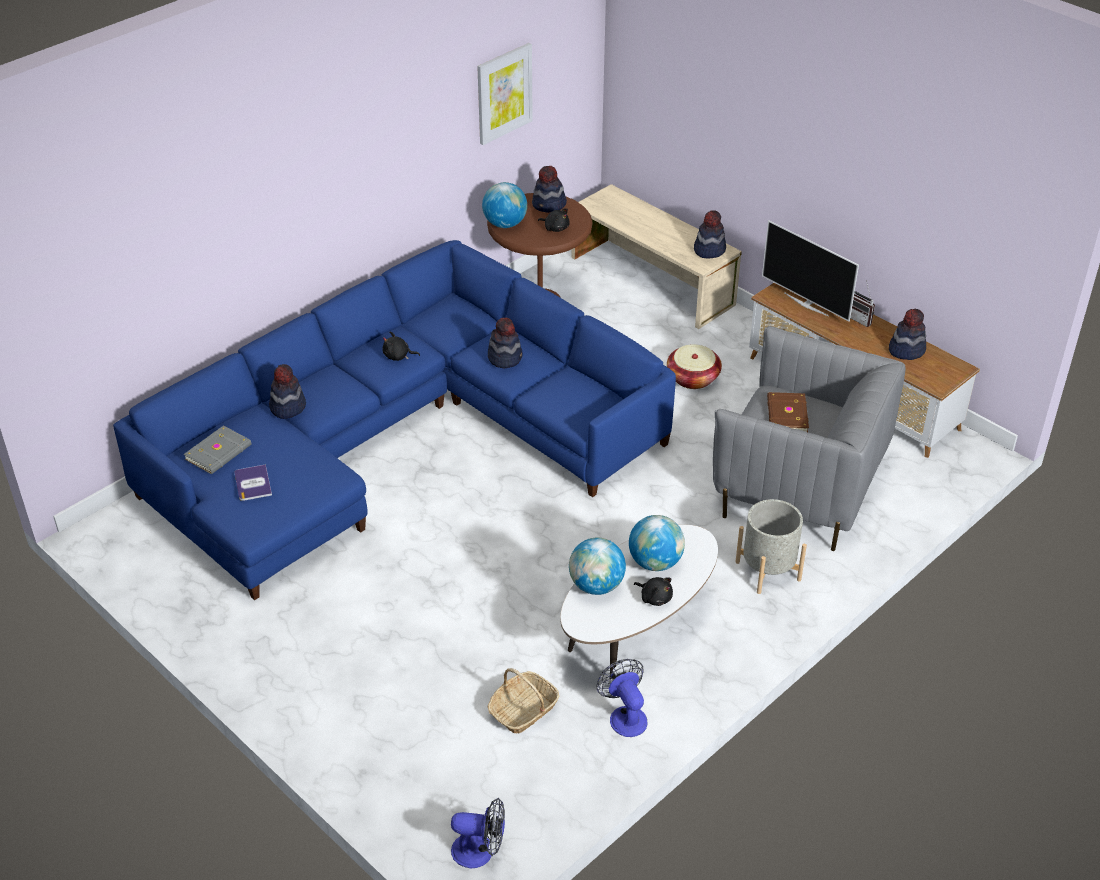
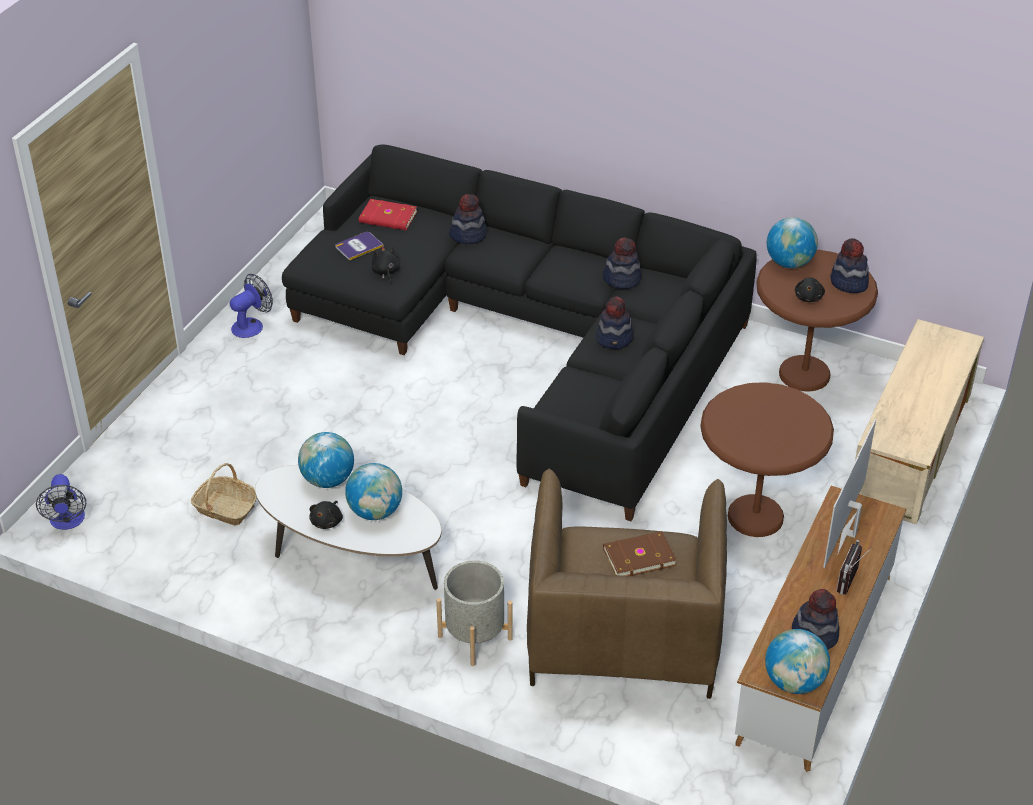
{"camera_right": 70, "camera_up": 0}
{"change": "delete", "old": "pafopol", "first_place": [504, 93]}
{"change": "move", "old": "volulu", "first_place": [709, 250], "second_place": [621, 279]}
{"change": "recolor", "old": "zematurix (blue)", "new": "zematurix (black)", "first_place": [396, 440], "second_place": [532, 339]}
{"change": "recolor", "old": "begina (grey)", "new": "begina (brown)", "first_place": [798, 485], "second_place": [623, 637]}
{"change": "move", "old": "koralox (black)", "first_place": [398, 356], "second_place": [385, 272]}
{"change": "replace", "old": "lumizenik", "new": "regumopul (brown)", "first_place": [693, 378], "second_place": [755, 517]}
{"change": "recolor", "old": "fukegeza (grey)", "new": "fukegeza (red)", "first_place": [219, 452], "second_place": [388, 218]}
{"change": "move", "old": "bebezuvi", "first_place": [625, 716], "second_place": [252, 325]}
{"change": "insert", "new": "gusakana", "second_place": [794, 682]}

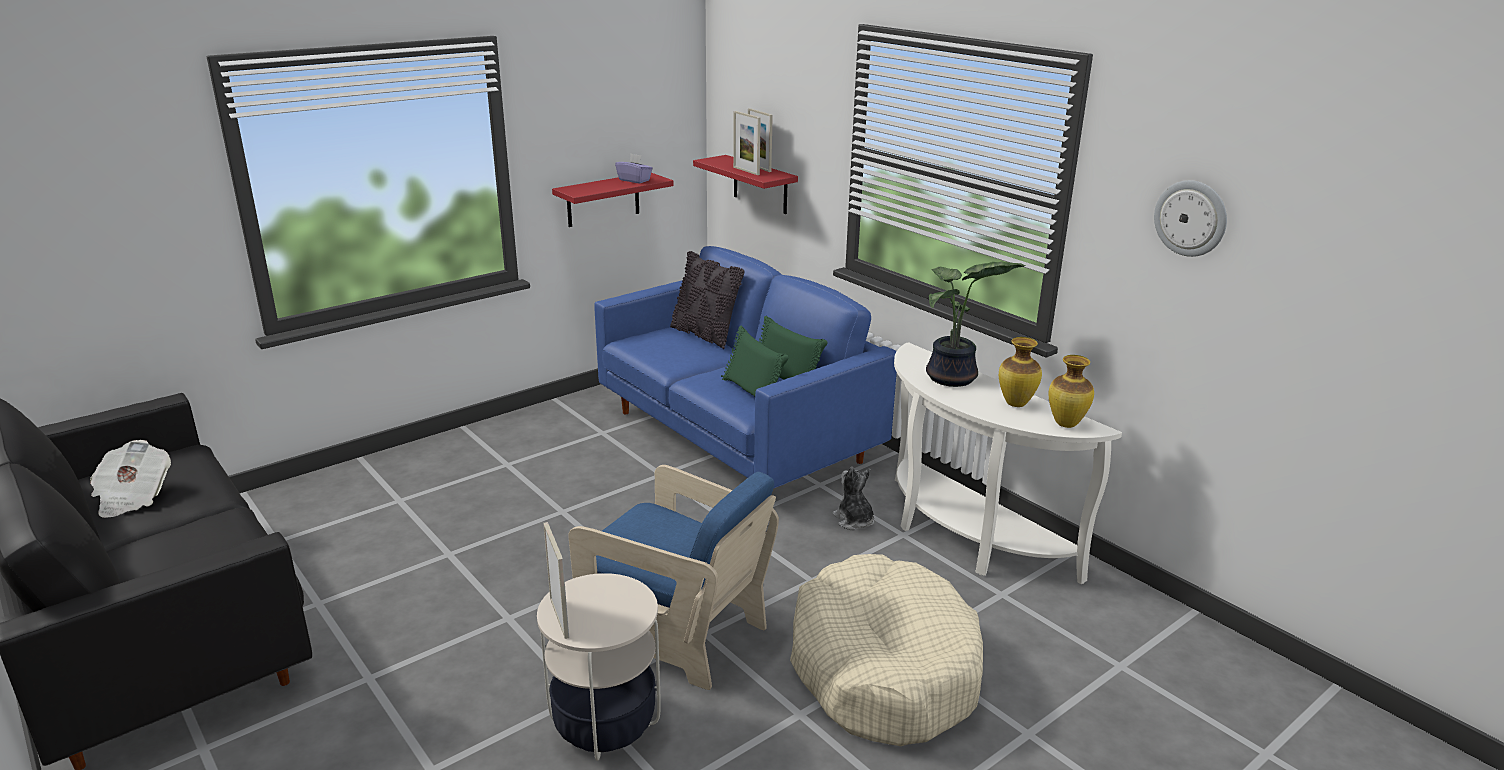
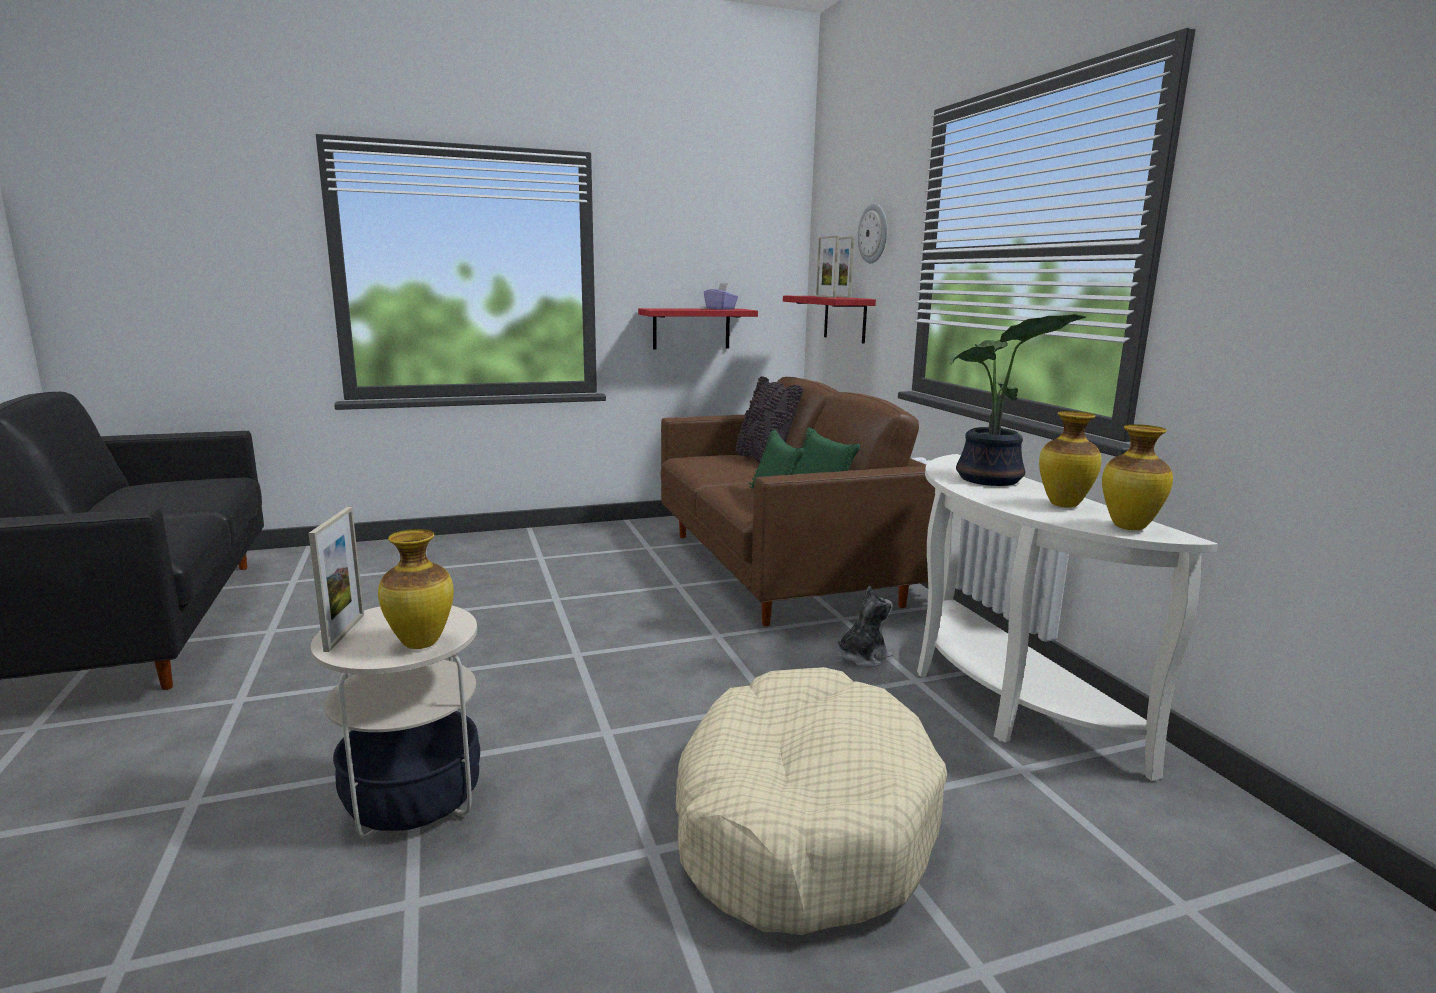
{"camera_right": 20, "camera_up": -10}
{"change": "move", "old": "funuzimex", "first_place": [1191, 218], "second_place": [874, 233]}
{"change": "recolor", "old": "zematurix (blue)", "new": "zematurix (brown)", "first_place": [735, 437], "second_place": [777, 568]}
{"change": "delete", "old": "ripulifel", "first_place": [133, 497]}
{"change": "delete", "old": "begina (blue)", "first_place": [675, 632]}
{"change": "rotate", "old": "koralox", "first_place": [854, 521], "second_place": [862, 657], "degrees": 60}
{"change": "insert", "new": "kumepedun", "second_place": [421, 644]}

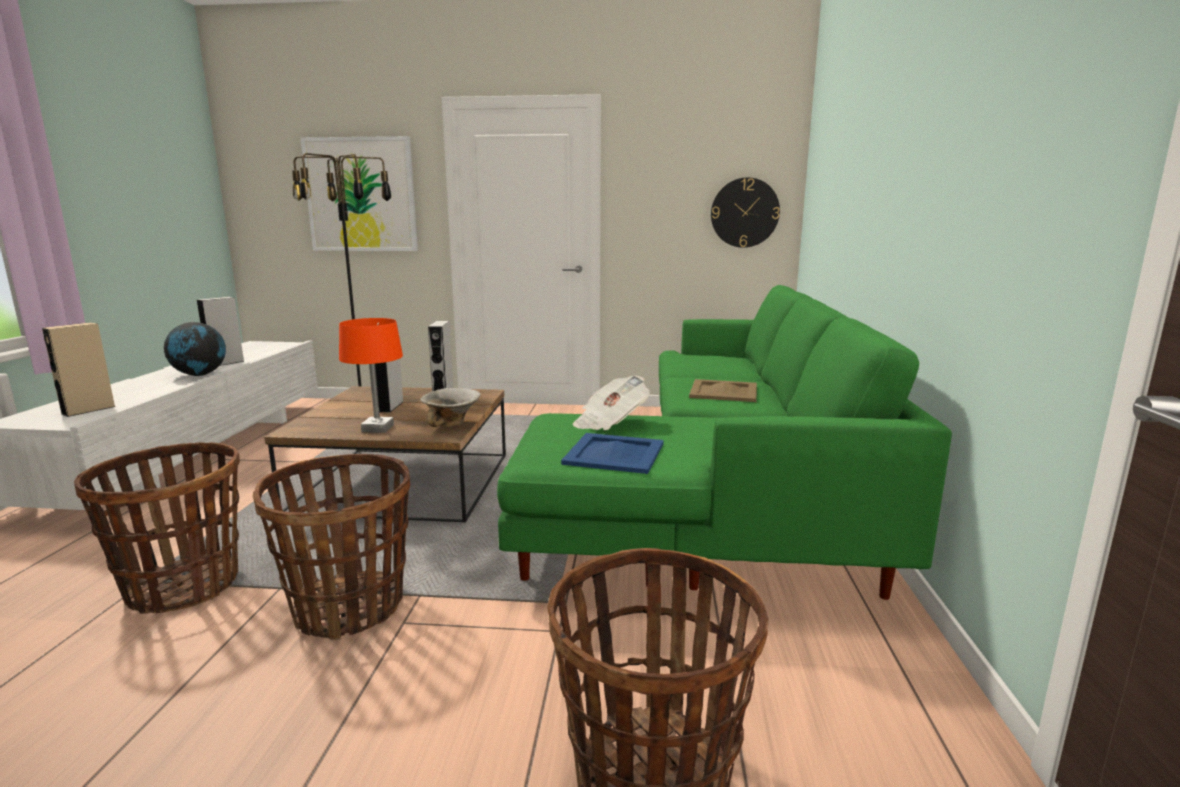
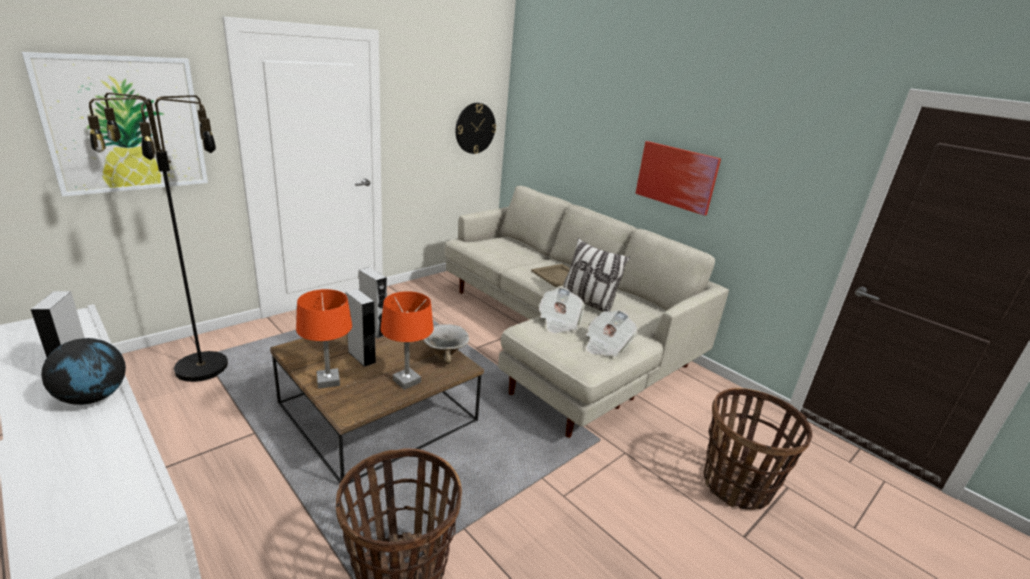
{"camera_right": -50, "camera_up": 10}
{"change": "recolor", "old": "zematurix (green)", "new": "zematurix (beige)", "first_place": [723, 497], "second_place": [562, 338]}
{"change": "delete", "old": "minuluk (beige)", "first_place": [88, 410]}
{"change": "replace", "old": "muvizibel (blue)", "new": "ripulifel", "first_place": [613, 454], "second_place": [606, 345]}
{"change": "delete", "old": "lumizenik", "first_place": [349, 607]}
{"change": "insert", "new": "pafopol", "second_place": [676, 177]}
{"change": "insert", "new": "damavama", "second_place": [587, 303]}
{"change": "insert", "new": "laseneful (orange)", "second_place": [328, 381]}

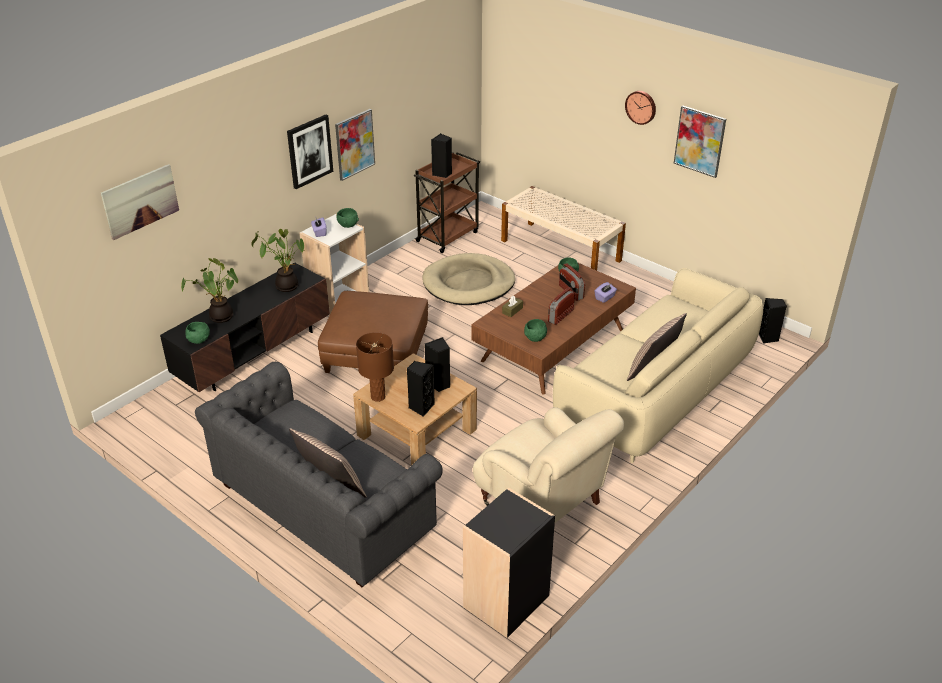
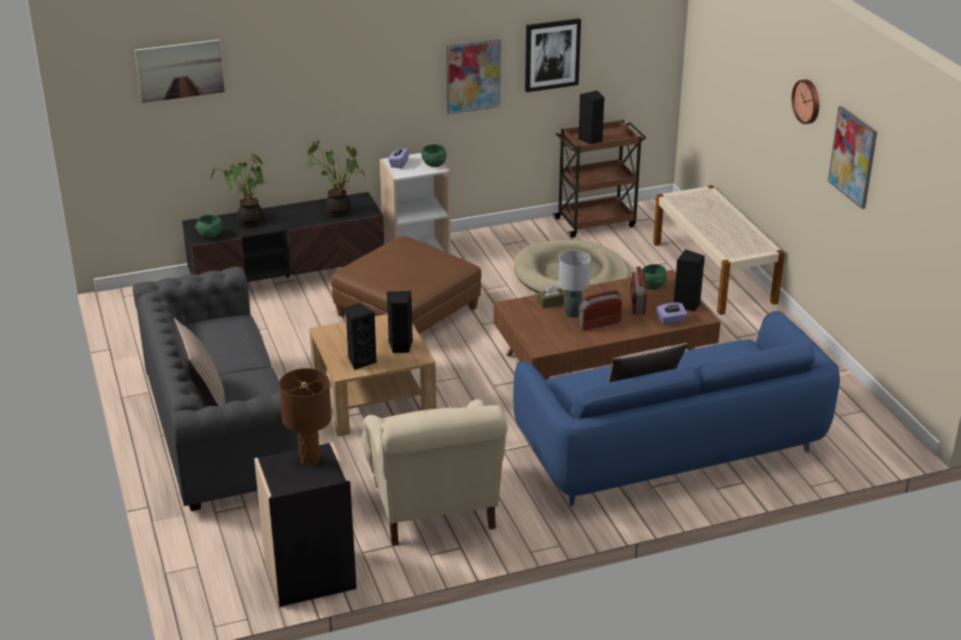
{"camera_right": 30, "camera_up": -5}
{"change": "move", "old": "pafopol", "first_place": [309, 151], "second_place": [552, 54]}
{"change": "recolor", "old": "zematurix (beige)", "new": "zematurix (blue)", "first_place": [655, 394], "second_place": [670, 450]}
{"change": "move", "old": "minuluk (black)", "first_place": [768, 338], "second_place": [687, 305]}
{"change": "delete", "old": "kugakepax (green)", "first_place": [535, 338]}
{"change": "move", "old": "laseneful (brown)", "first_place": [378, 397], "second_place": [310, 460]}
{"change": "insert", "new": "laseneful (grey)", "second_place": [573, 313]}

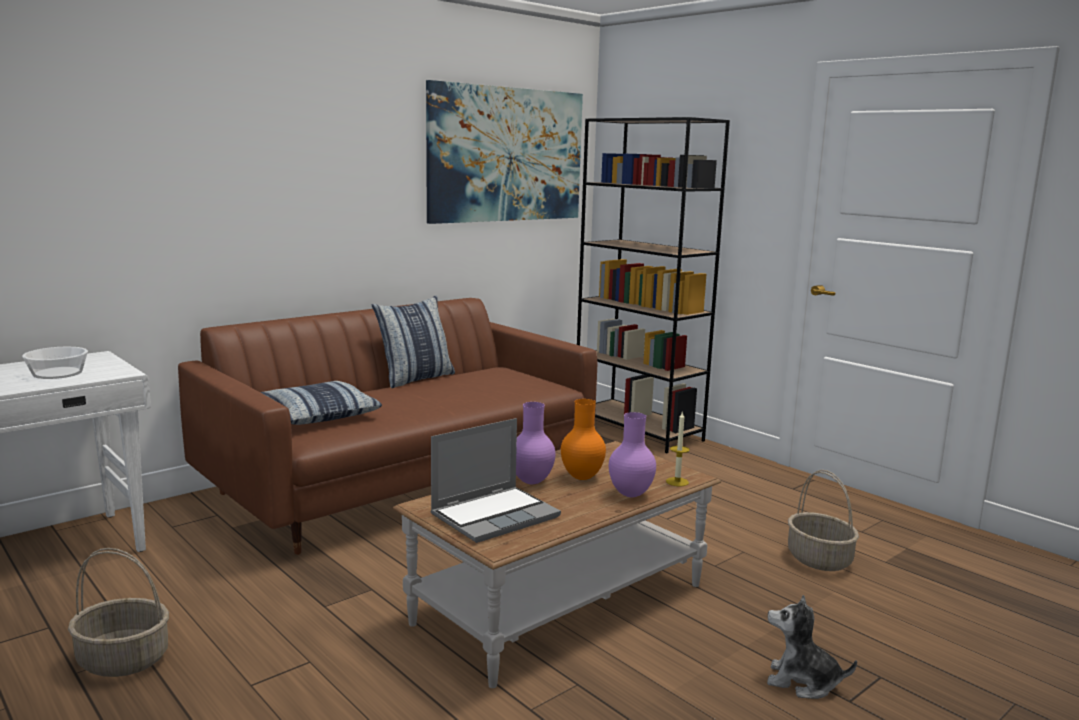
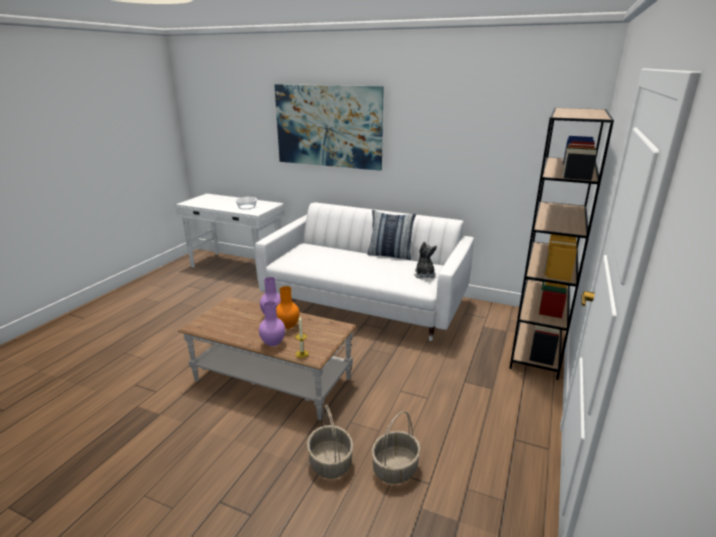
{"camera_right": 65, "camera_up": 10}
{"change": "move", "old": "pafopol", "first_place": [507, 155], "second_place": [328, 126]}
{"change": "recolor", "old": "zematurix (brown)", "new": "zematurix (white)", "first_place": [403, 482], "second_place": [365, 303]}
{"change": "delete", "old": "damavama", "first_place": [317, 414]}
{"change": "delete", "old": "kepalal", "first_place": [495, 515]}
{"change": "move", "old": "lumizenik", "first_place": [124, 659], "second_place": [331, 463]}
{"change": "move", "old": "koralox", "first_place": [802, 682], "second_place": [424, 275]}

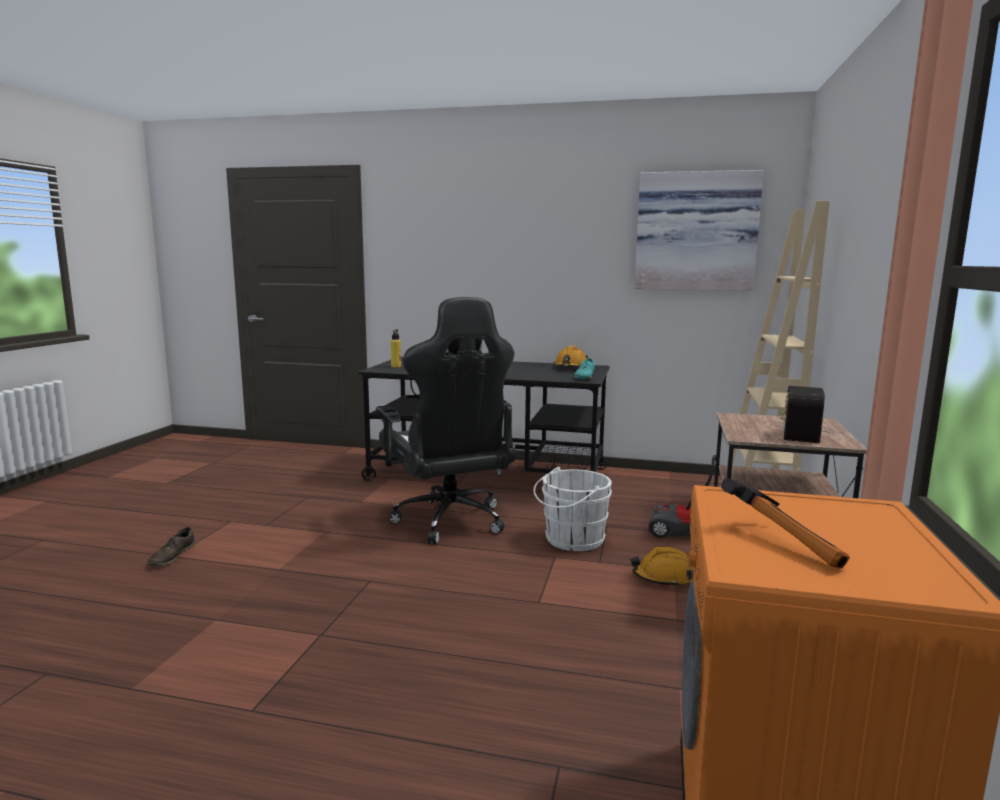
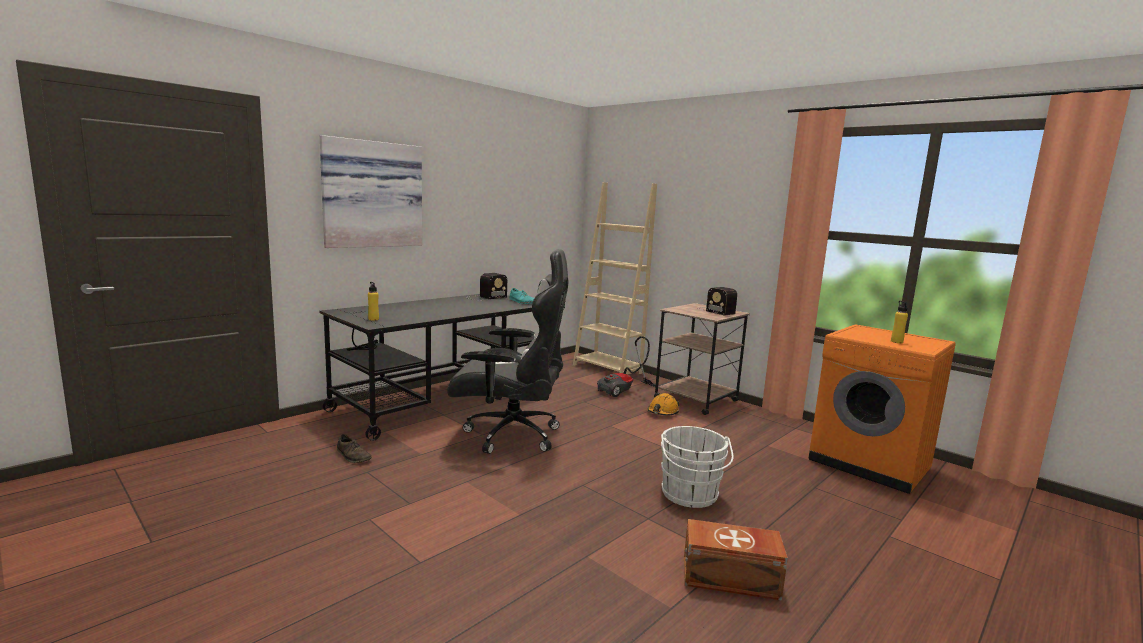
{"camera_right": -60, "camera_up": 0}
{"change": "move", "old": "pafopol", "first_place": [696, 232], "second_place": [371, 194]}
{"change": "replace", "old": "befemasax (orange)", "new": "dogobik", "first_place": [570, 367], "second_place": [485, 297]}
{"change": "move", "old": "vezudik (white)", "first_place": [571, 540], "second_place": [690, 496]}
{"change": "replace", "old": "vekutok", "new": "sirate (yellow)", "first_place": [787, 542], "second_place": [896, 342]}
{"change": "move", "old": "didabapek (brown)", "first_place": [172, 556], "second_place": [353, 456]}
{"change": "insert", "new": "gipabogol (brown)", "second_place": [731, 579]}

